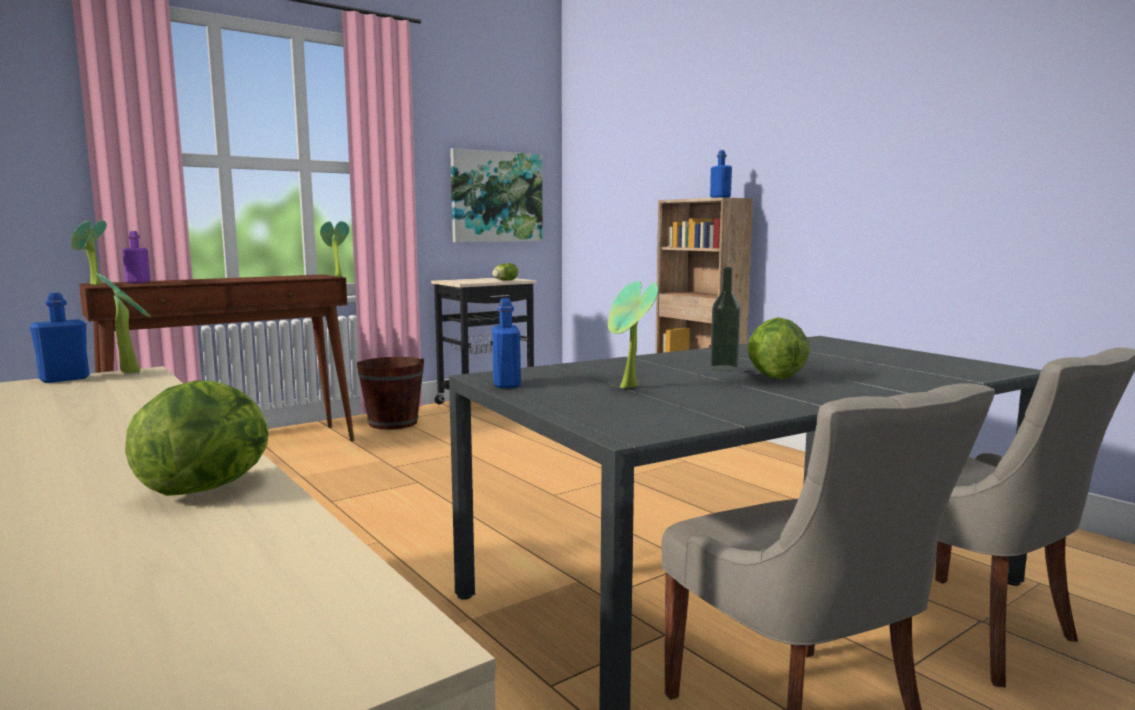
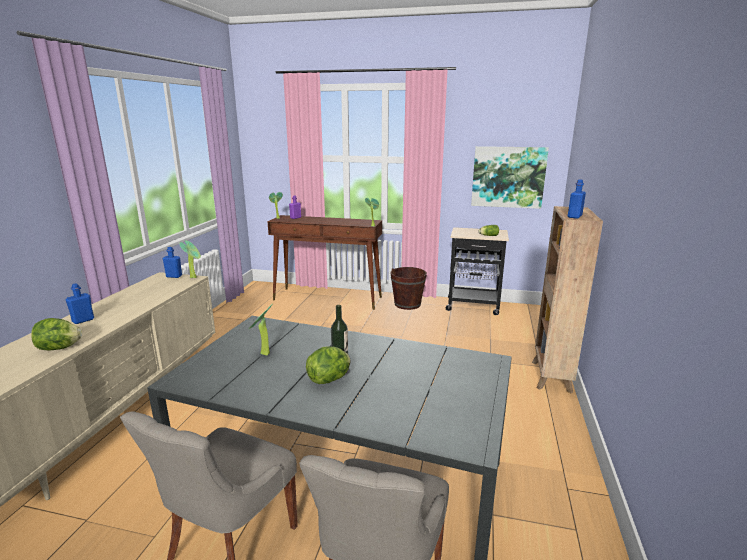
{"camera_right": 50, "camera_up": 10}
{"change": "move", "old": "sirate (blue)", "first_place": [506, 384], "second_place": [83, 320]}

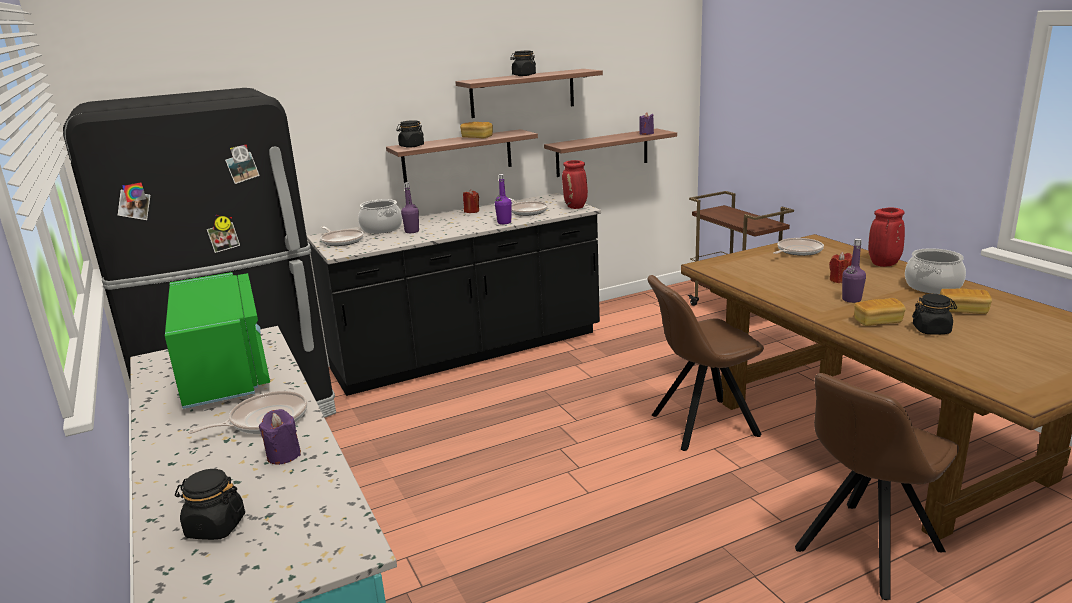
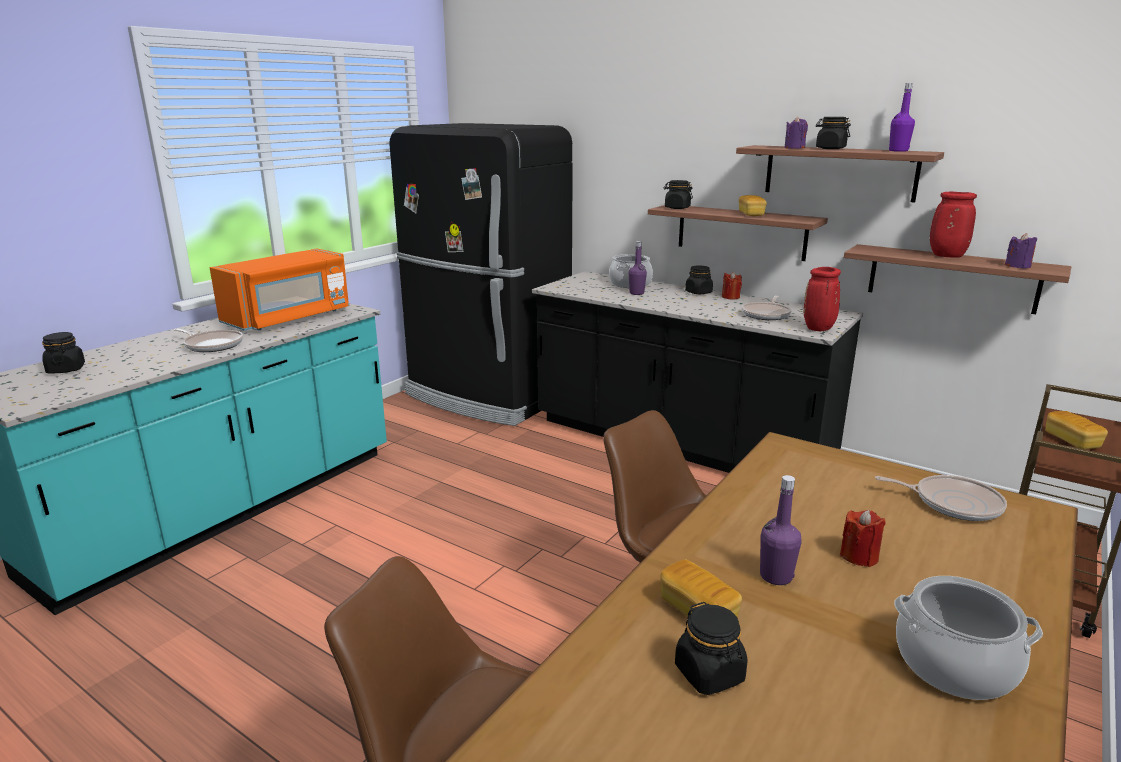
{"camera_right": 60, "camera_up": 0}
{"change": "move", "old": "sirate (purple)", "first_place": [504, 222], "second_place": [898, 151]}
{"change": "move", "old": "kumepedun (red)", "first_place": [883, 264], "second_place": [945, 256]}
{"change": "delete", "old": "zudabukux", "first_place": [341, 241]}
{"change": "recolor", "old": "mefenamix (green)", "new": "mefenamix (orange)", "first_place": [224, 372], "second_place": [289, 318]}
{"change": "move", "old": "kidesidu", "first_place": [963, 311], "second_place": [1071, 441]}
{"change": "move", "old": "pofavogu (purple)", "first_place": [283, 455], "second_place": [794, 148]}
{"change": "insert", "new": "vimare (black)", "second_place": [698, 292]}

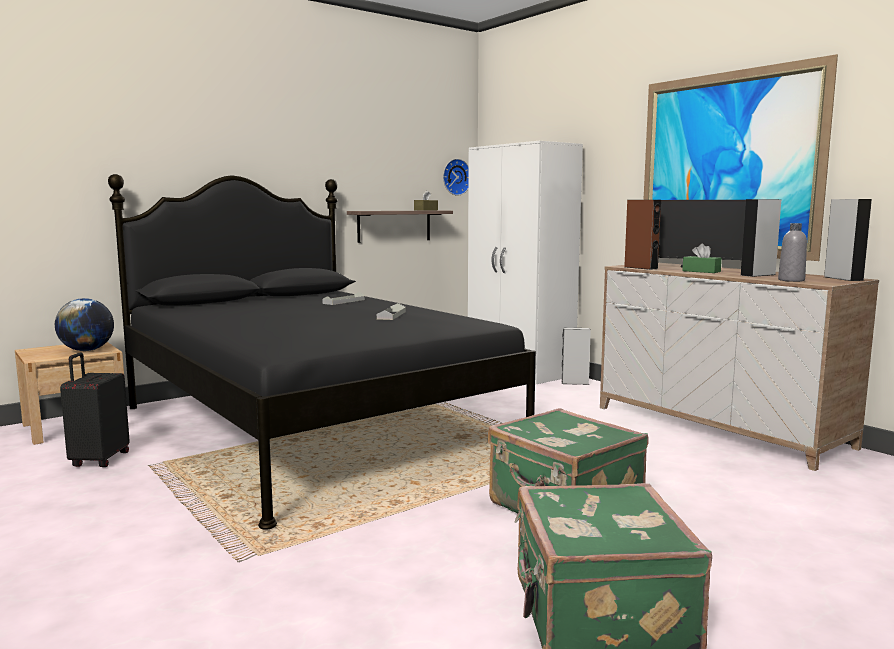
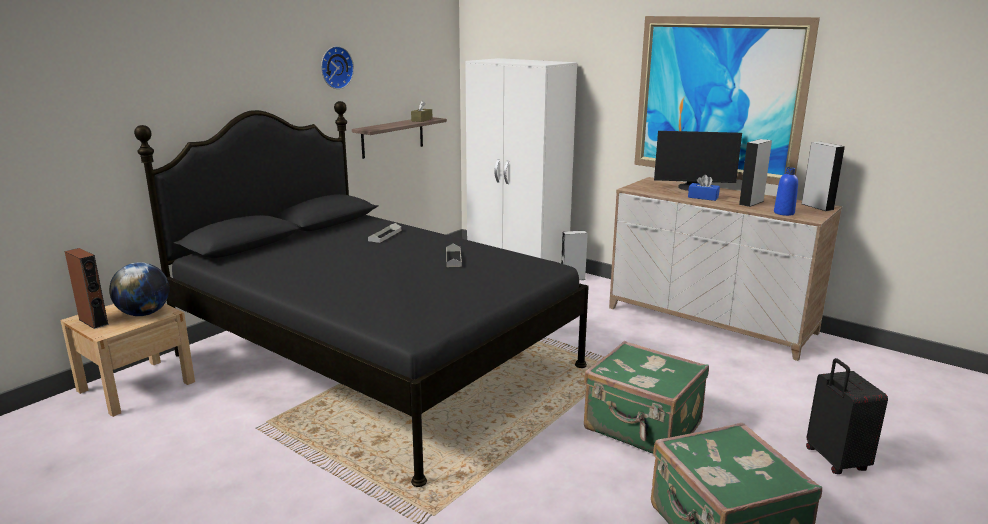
{"camera_right": -15, "camera_up": 10}
{"change": "move", "old": "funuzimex", "first_place": [455, 177], "second_place": [335, 67]}
{"change": "move", "old": "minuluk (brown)", "first_place": [640, 268], "second_place": [93, 322]}
{"change": "recolor", "old": "sirate (grey)", "new": "sirate (blue)", "first_place": [791, 280], "second_place": [784, 213]}
{"change": "recolor", "old": "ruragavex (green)", "new": "ruragavex (blue)", "first_place": [701, 271], "second_place": [703, 197]}
{"change": "move", "old": "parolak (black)", "first_place": [99, 460], "second_place": [834, 460]}

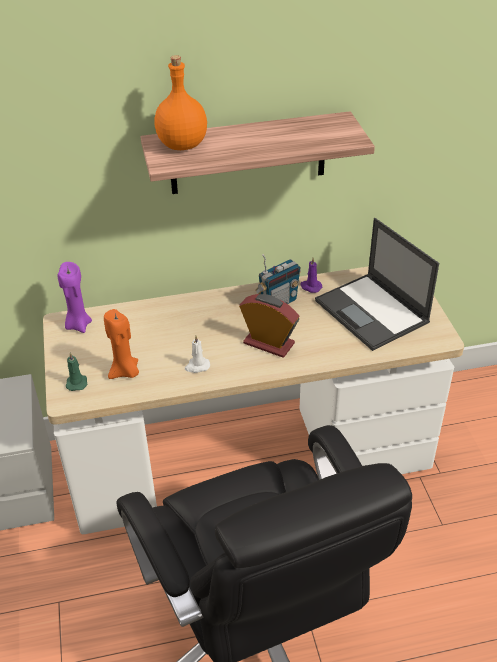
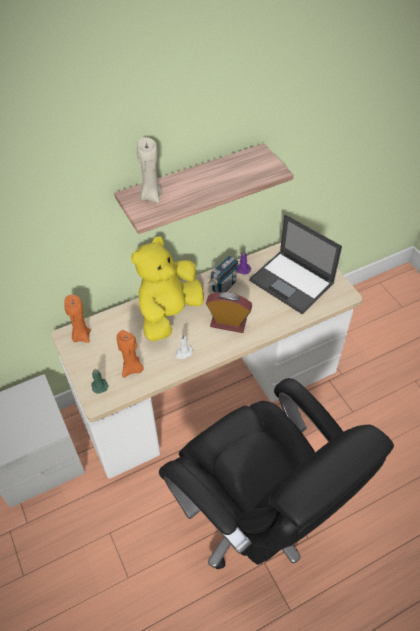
{"camera_right": -15, "camera_up": 10}
{"change": "replace", "old": "sirate (orange)", "new": "pofavogu (beige)", "first_place": [182, 144], "second_place": [151, 196]}
{"change": "recolor", "old": "pofavogu (purple)", "new": "pofavogu (orange)", "first_place": [78, 325], "second_place": [81, 336]}
{"change": "insert", "new": "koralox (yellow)", "second_place": [169, 314]}

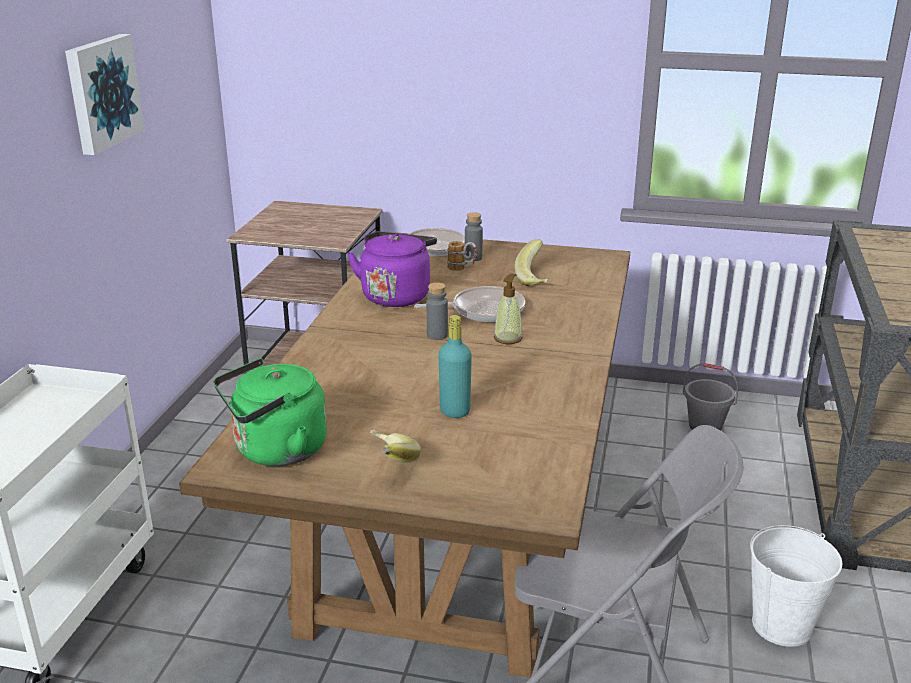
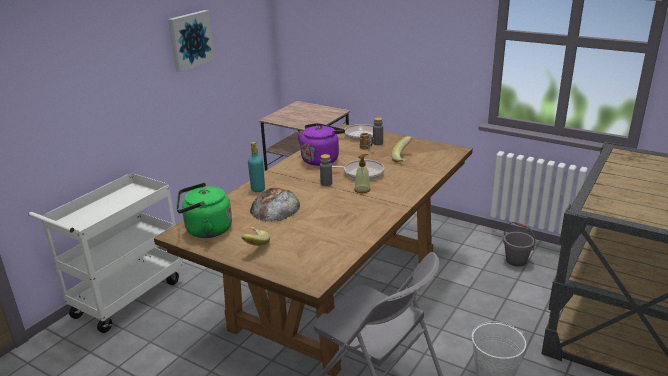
{"camera_right": 20, "camera_up": 0}
{"change": "move", "old": "sirate (turquoise)", "first_place": [455, 411], "second_place": [258, 189]}
{"change": "insert", "new": "kidesidu", "second_place": [275, 207]}

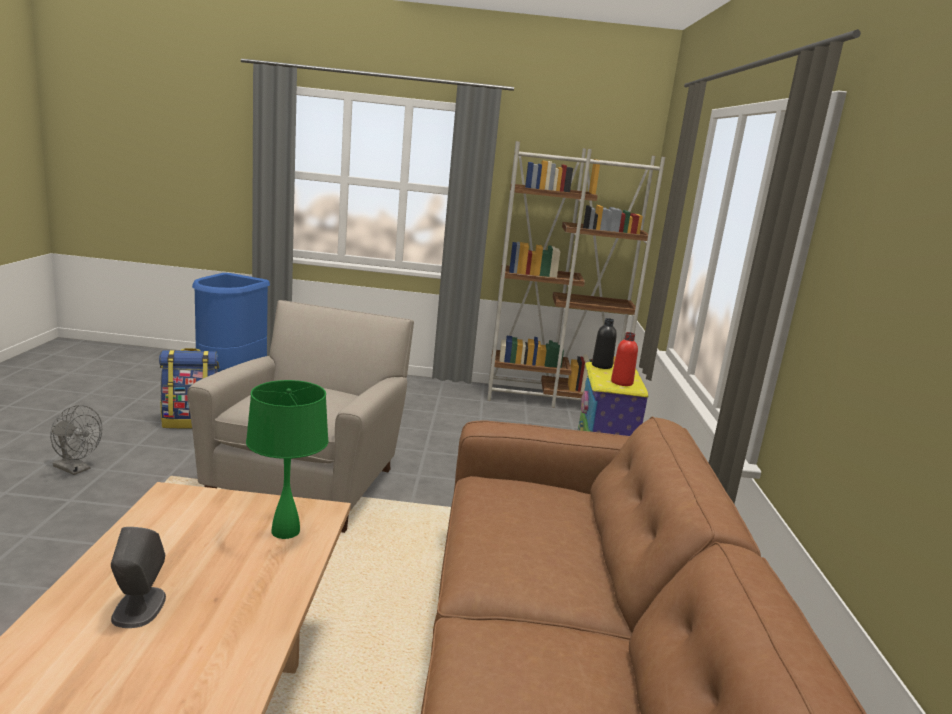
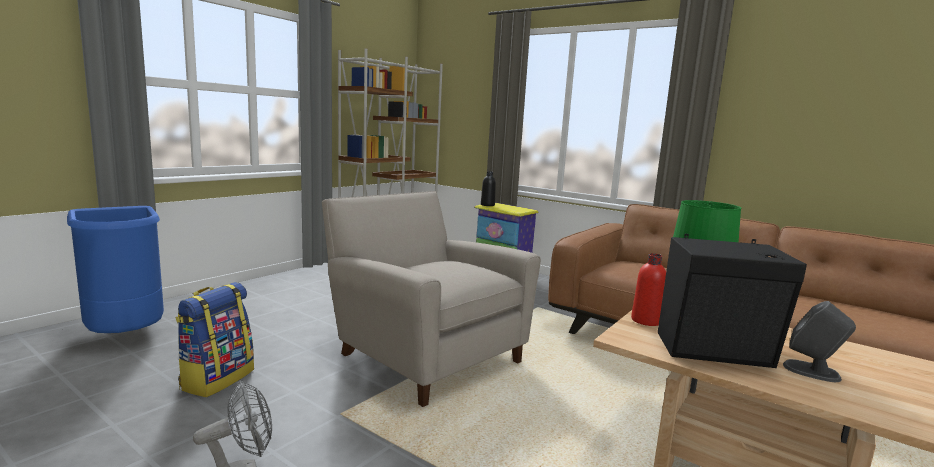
{"camera_right": -55, "camera_up": -5}
{"change": "move", "old": "sirate (red)", "first_place": [621, 382], "second_place": [646, 321]}
{"change": "insert", "new": "minuluk (black)", "second_place": [717, 352]}

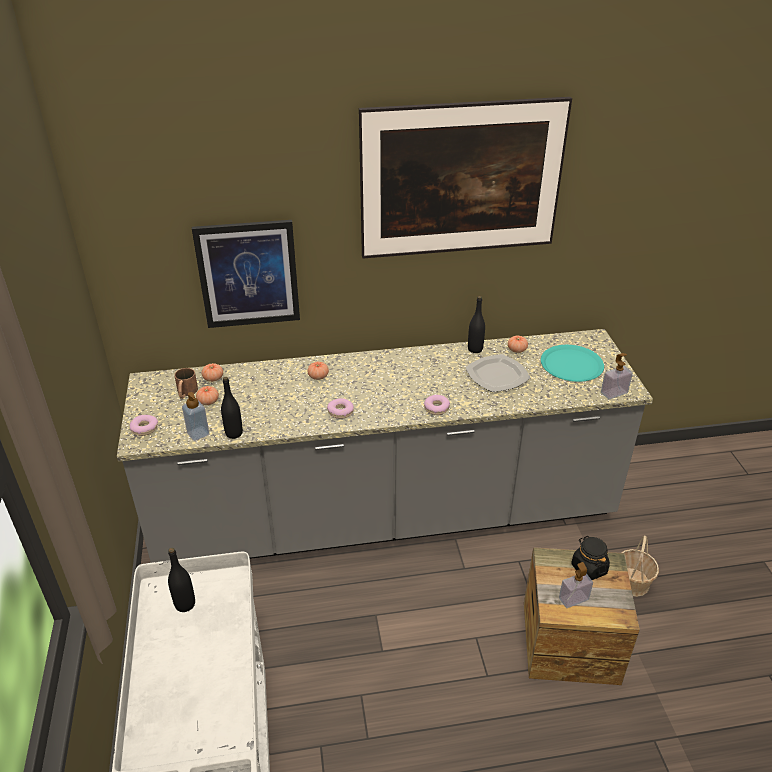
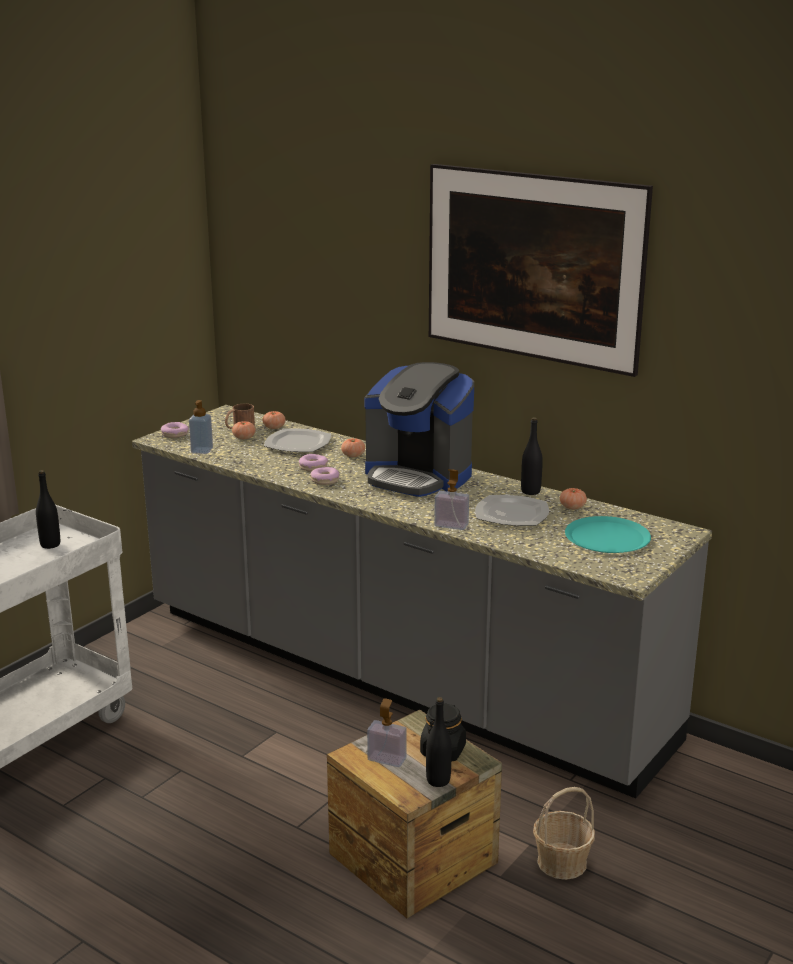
{"camera_right": 45, "camera_up": -15}
{"change": "delete", "old": "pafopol", "first_place": [248, 274]}
{"change": "move", "old": "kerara", "first_place": [614, 393], "second_place": [451, 525]}
{"change": "move", "old": "sirate (black)", "first_place": [234, 433], "second_place": [438, 780]}
{"change": "move", "old": "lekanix", "first_place": [436, 408], "second_place": [313, 467]}
{"change": "insert", "new": "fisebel", "second_place": [418, 476]}
{"change": "insert", "new": "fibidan", "second_place": [298, 443]}

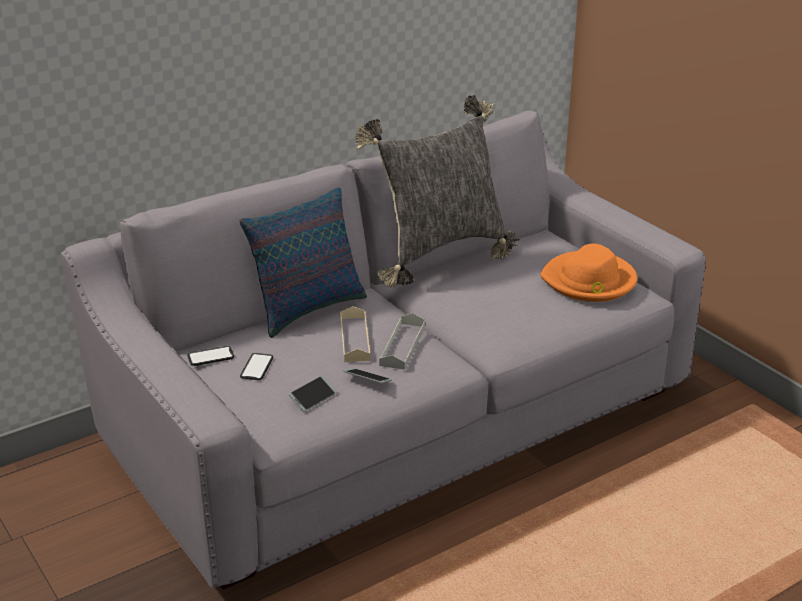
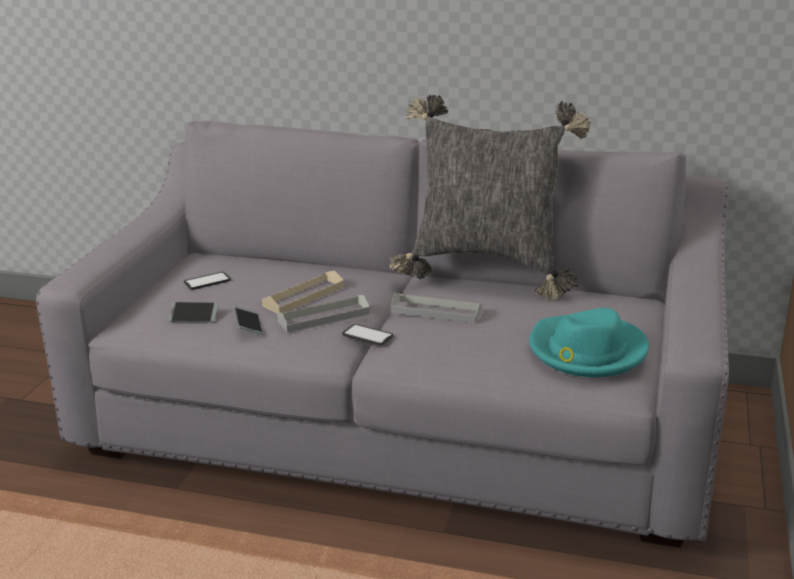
{"camera_right": 50, "camera_up": -5}
{"change": "delete", "old": "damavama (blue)", "first_place": [309, 310]}
{"change": "recolor", "old": "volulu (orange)", "new": "volulu (turquoise)", "first_place": [589, 281], "second_place": [586, 351]}
{"change": "move", "old": "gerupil", "first_place": [211, 356], "second_place": [367, 335]}
{"change": "insert", "new": "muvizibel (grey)", "second_place": [436, 311]}

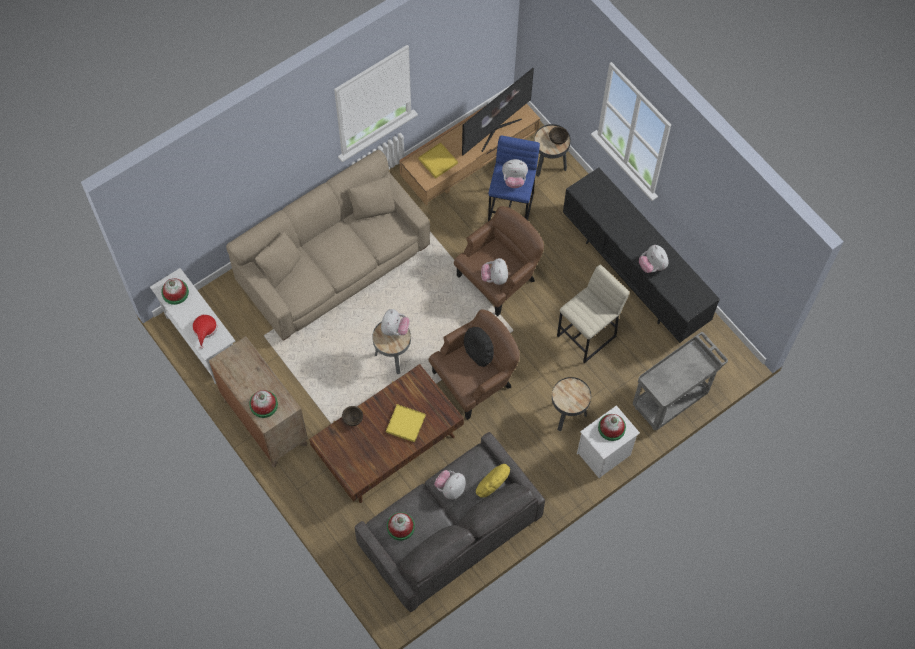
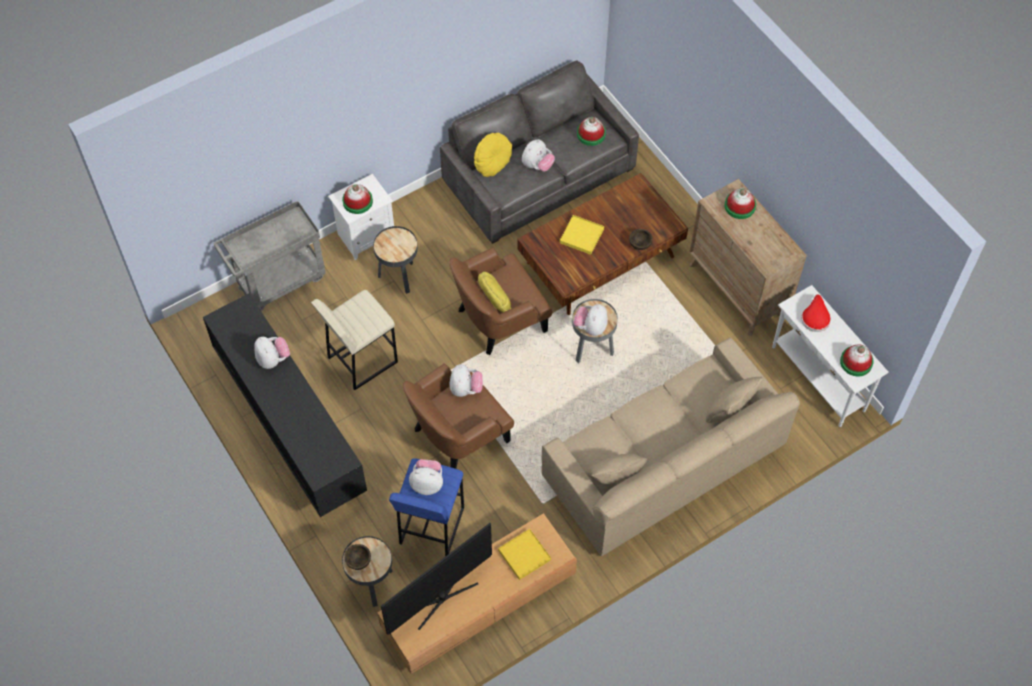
{"camera_right": -175, "camera_up": -5}
{"change": "recolor", "old": "damavama (black)", "new": "damavama (yellow)", "first_place": [478, 353], "second_place": [494, 303]}

